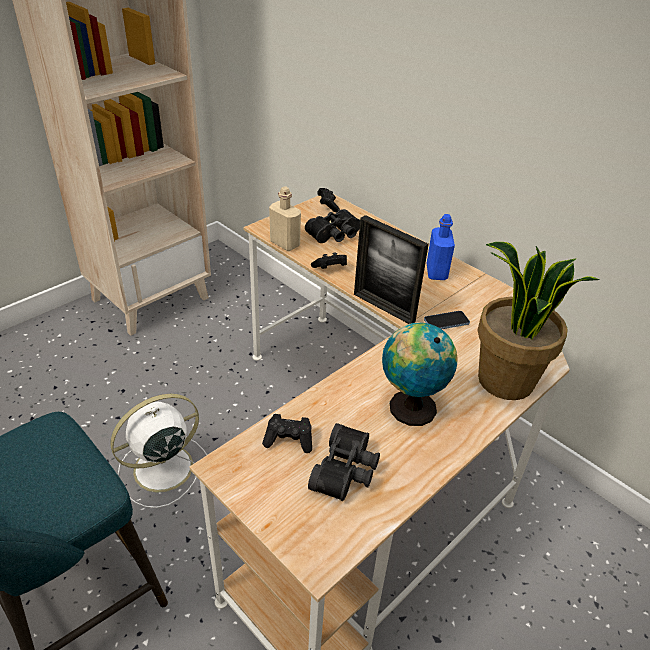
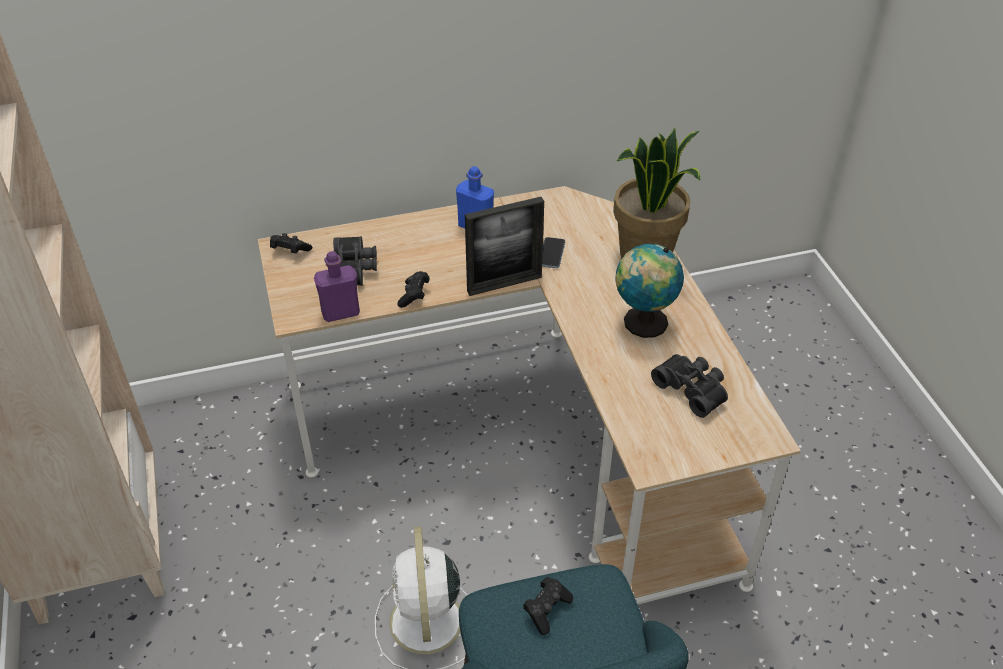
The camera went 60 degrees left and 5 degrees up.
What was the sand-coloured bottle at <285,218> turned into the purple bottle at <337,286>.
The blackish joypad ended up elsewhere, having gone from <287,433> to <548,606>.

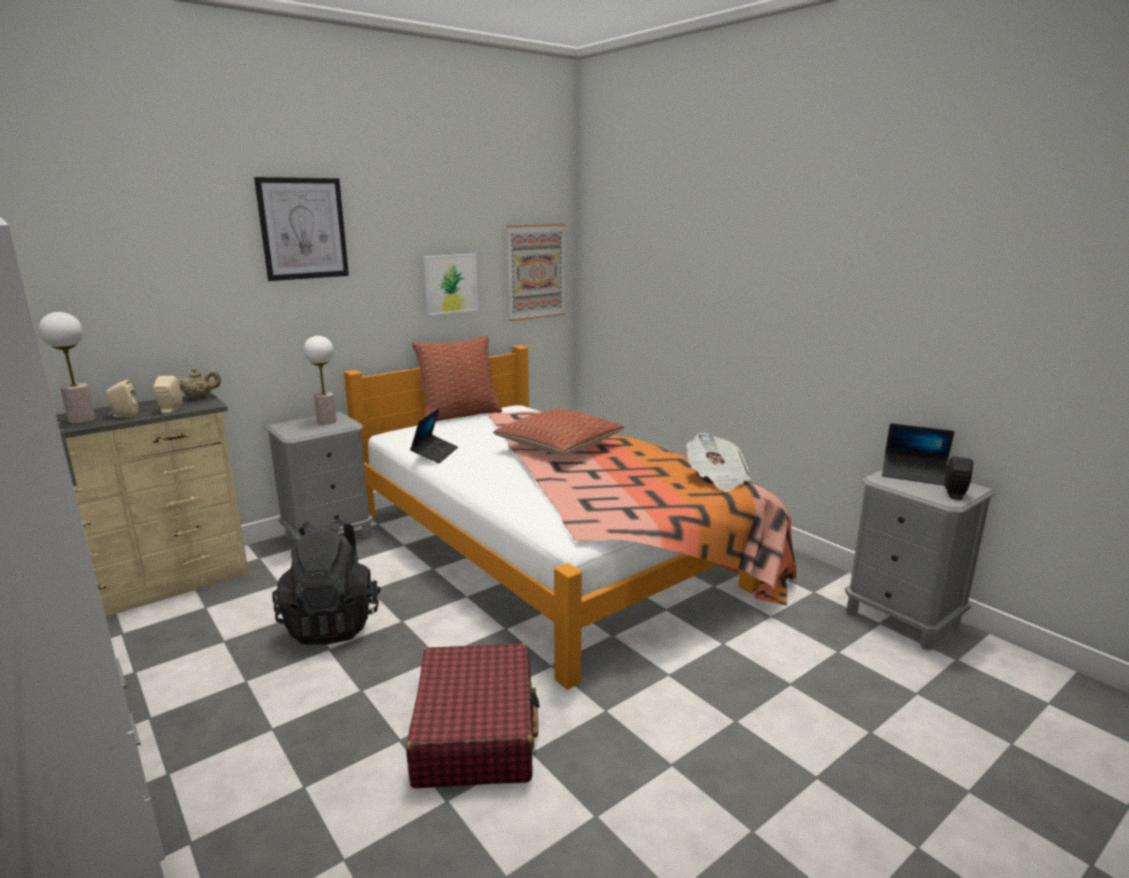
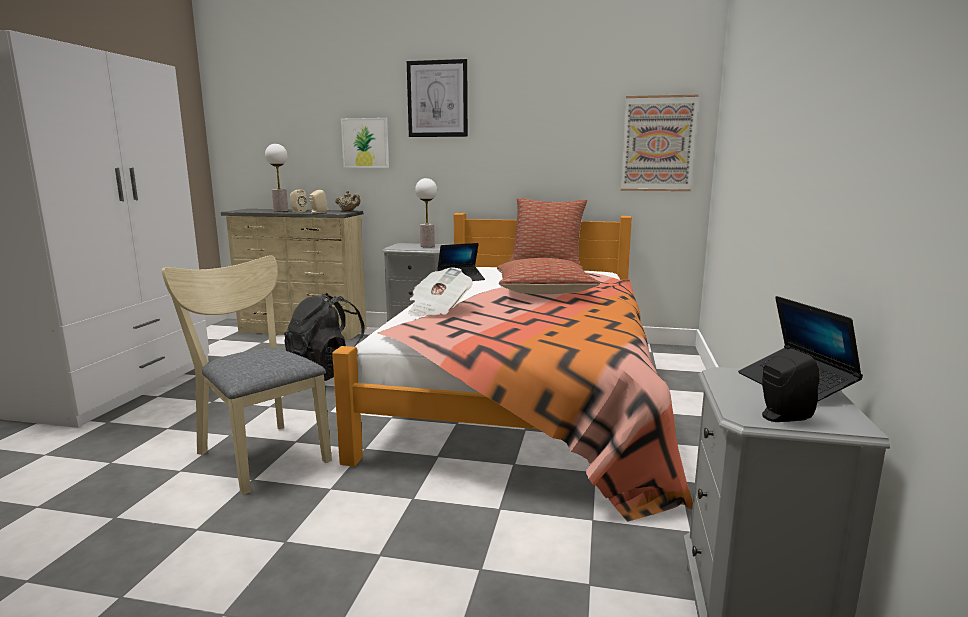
The camera went 50 degrees right and 5 degrees down.
The wall art ended up elsewhere, having gone from <450,285> to <365,143>.
The printed paper ended up elsewhere, having gone from <718,462> to <440,292>.
Where the red travel case stood at <473,715>, the sand-coloured upright chair came to stand at <247,375>.

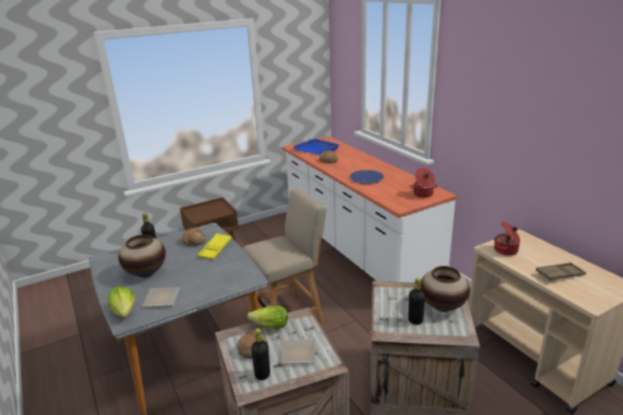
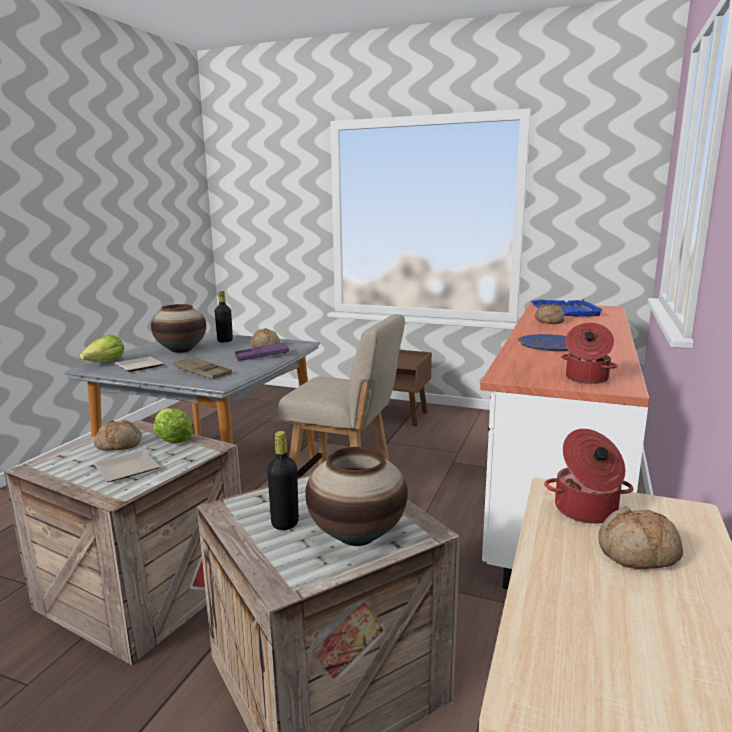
The camera went 50 degrees right and 10 degrees down.
What was the yellow-coloured serving tray at <215,246> turned into the purple serving tray at <261,351>.
The brownish serving tray ended up elsewhere, having gone from <561,272> to <203,368>.
The second view lost the blackish bottle at <260,354>.
The second view gained the baked bread at <640,537>.

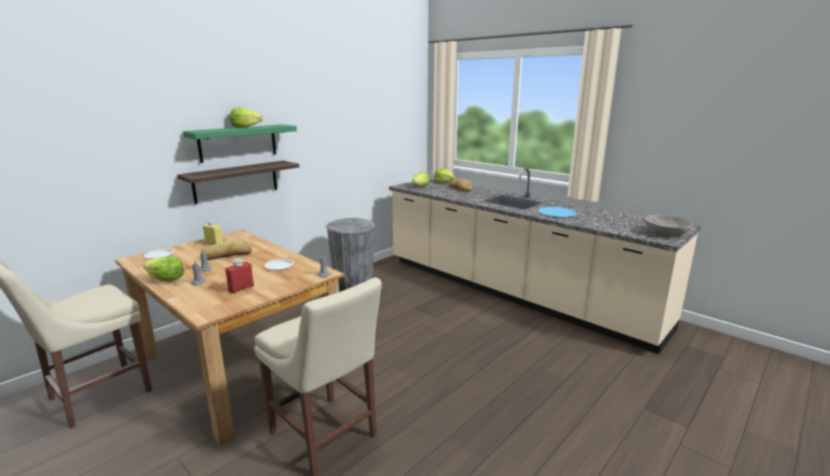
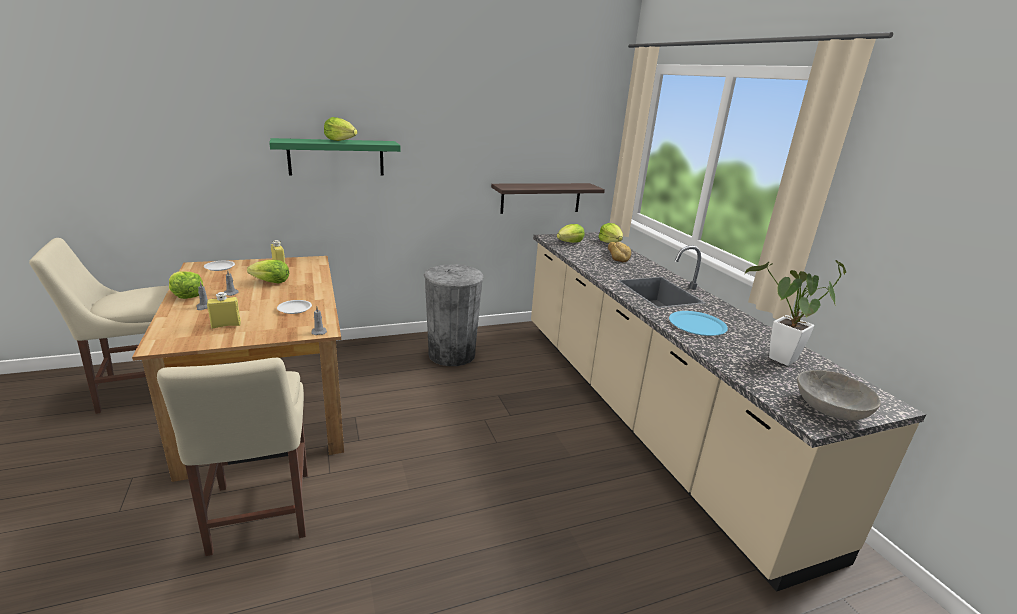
The camera went 25 degrees right and 5 degrees up.
The wall shelf ended up elsewhere, having gone from <238,182> to <548,198>.
Where the baked bread stood at <227,250>, the head of lettuce came to stand at <268,272>.
What was the red bottle at <239,276> turned into the yellow-coloured bottle at <224,310>.
The second view gained the potted plant at <795,313>.

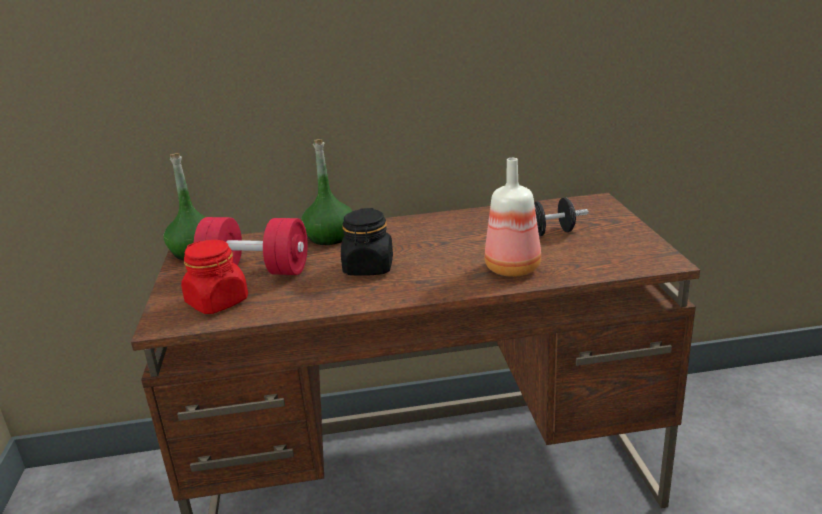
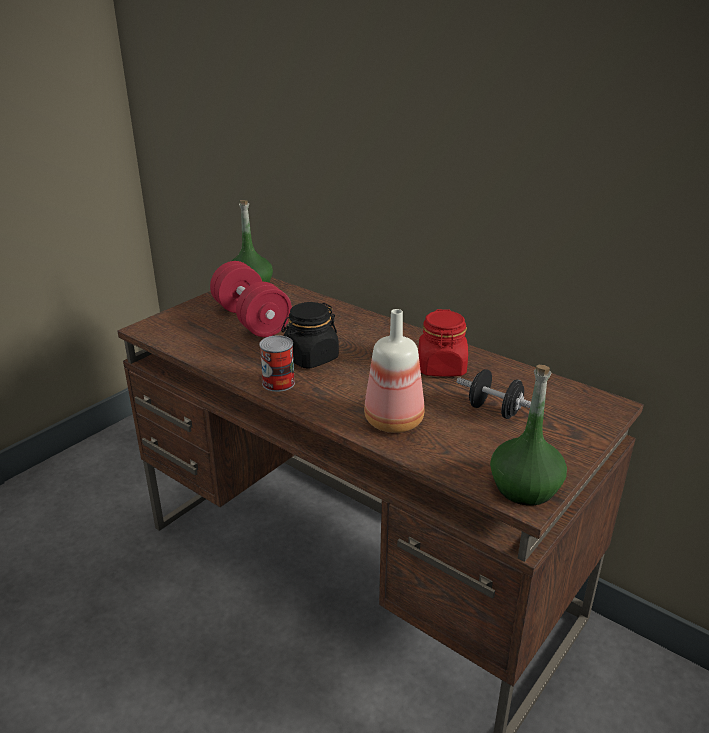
The camera went 45 degrees right and 5 degrees up.
The green-coloured bottle ended up elsewhere, having gone from <326,192> to <528,435>.
The red storage jar ended up elsewhere, having gone from <214,277> to <443,343>.
The second view gained the can at <277,363>.

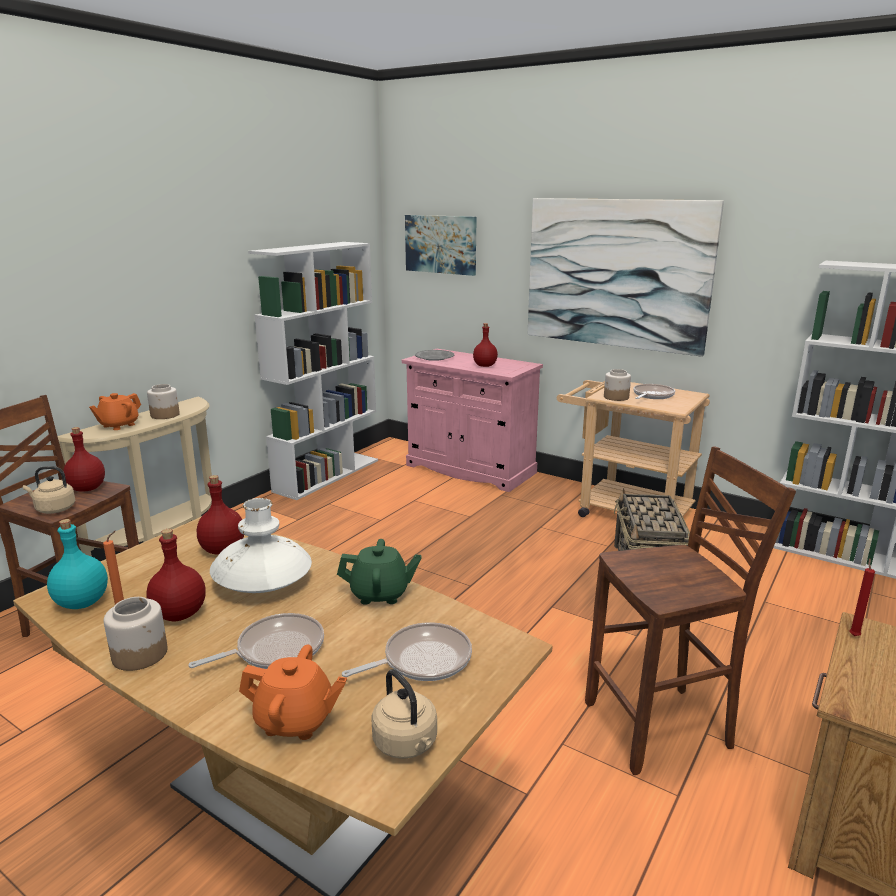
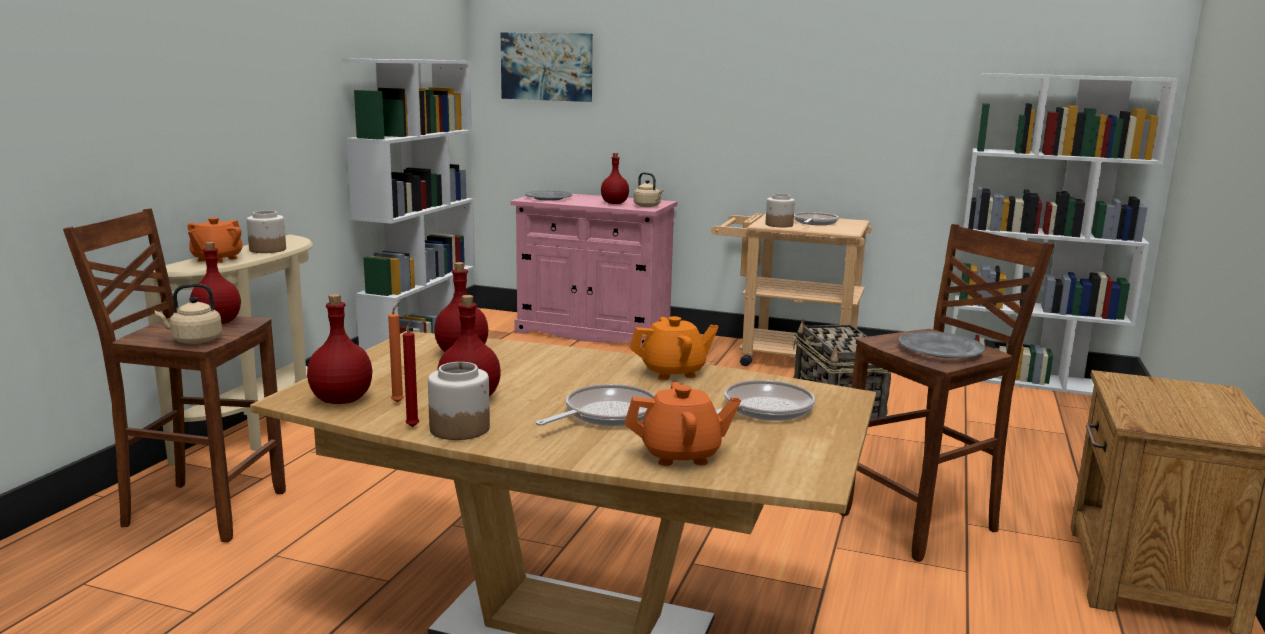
The camera went 15 degrees left and 5 degrees down.
The second view lost the wall art at <626,277>.
The second view lost the white decorative vase at <261,545>.
What was the turquoise-coloured bottle at <77,564> turned into the red bottle at <339,349>.
What was the green-coloured tea pot at <379,572> turned into the orange tea pot at <674,348>.
The red wax candle ended up elsewhere, having gone from <862,597> to <411,373>.
The sand-coloured tea kettle ended up elsewhere, having gone from <404,714> to <649,189>.
The second view gained the greyish plate at <942,344>.

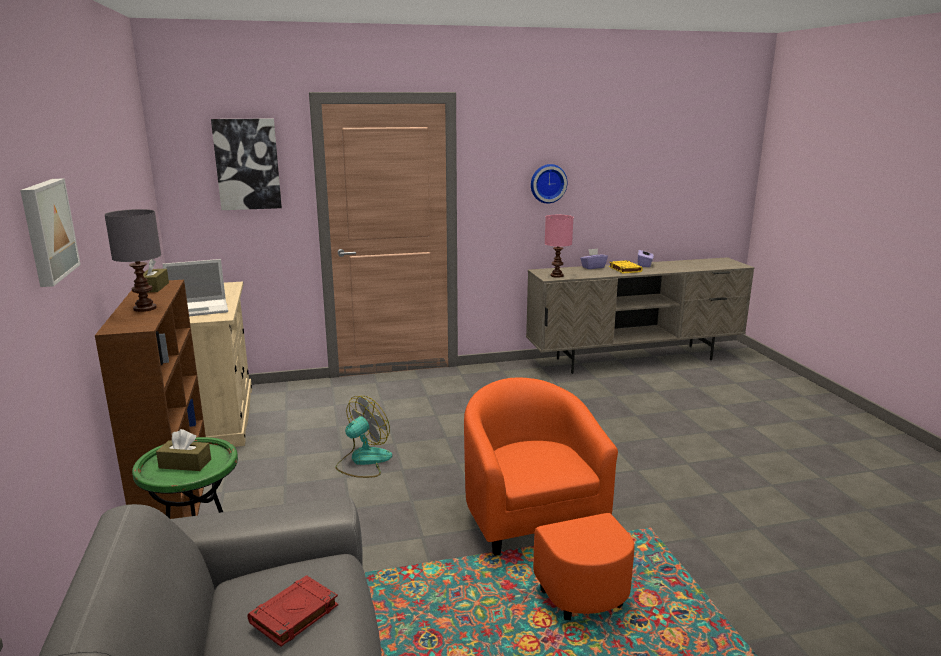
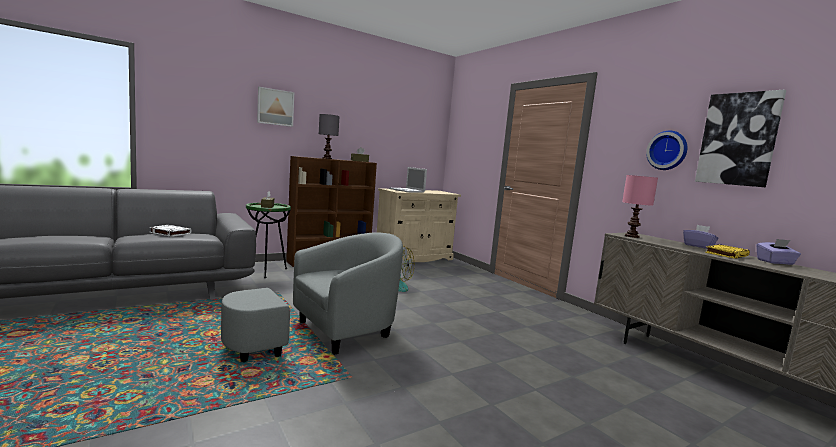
The camera went 70 degrees right and 10 degrees down.
The wall art ended up elsewhere, having gone from <246,164> to <740,138>.
What was the orange armchair at <549,498> turned into the greyish armchair at <312,297>.
What was the red bound book at <293,611> turned into the white bound book at <170,231>.

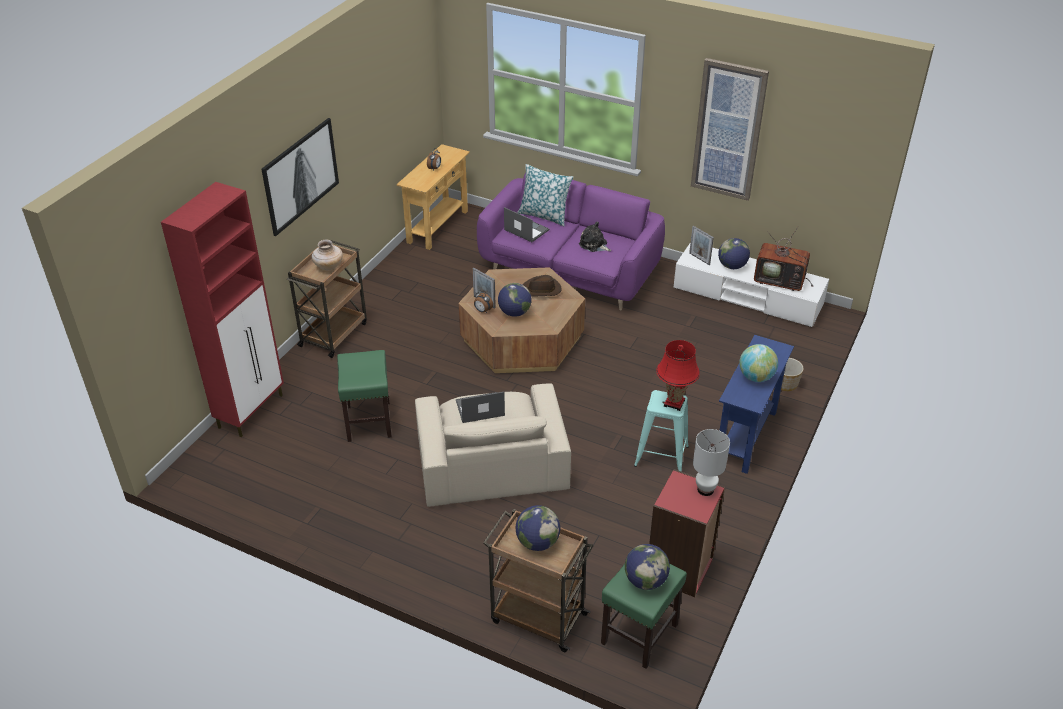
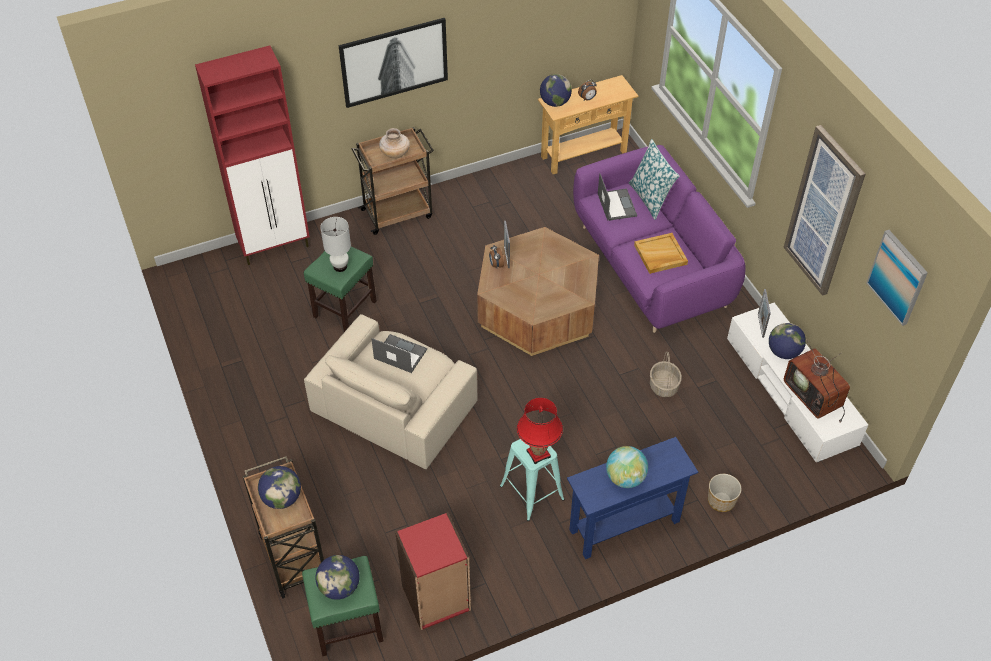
The camera went 40 degrees right and 10 degrees up.
Where the soft toy stood at <595,236>, the sand-coloured serving tray came to stand at <661,253>.
The second view lost the brownish clothing hat at <542,286>.
The globe ended up elsewhere, having gone from <515,300> to <556,90>.
The white table lamp ended up elsewhere, having gone from <711,462> to <335,244>.
The second view gained the wall art at <897,278>.
The second view gained the basket at <666,374>.

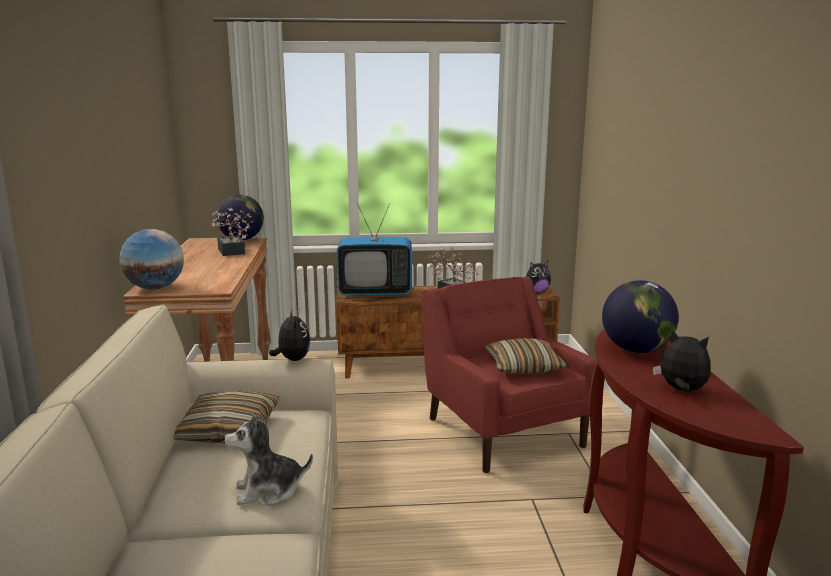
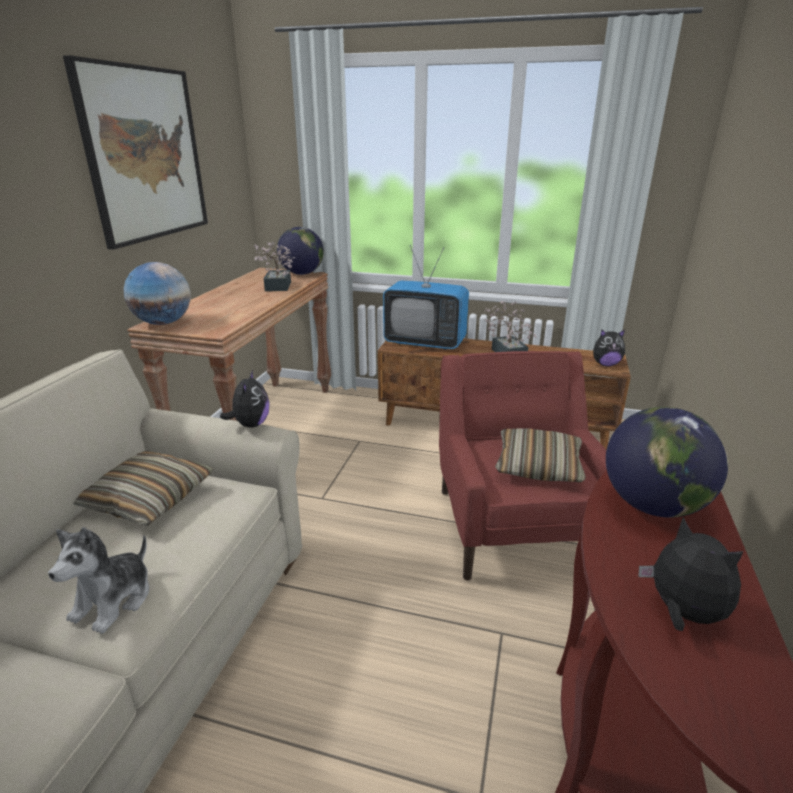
The camera went 20 degrees right and 10 degrees up.
The soft toy at <268,459> ended up facing another way, 75 degrees counterclockwise from before.
The second view gained the wall art at <135,152>.

